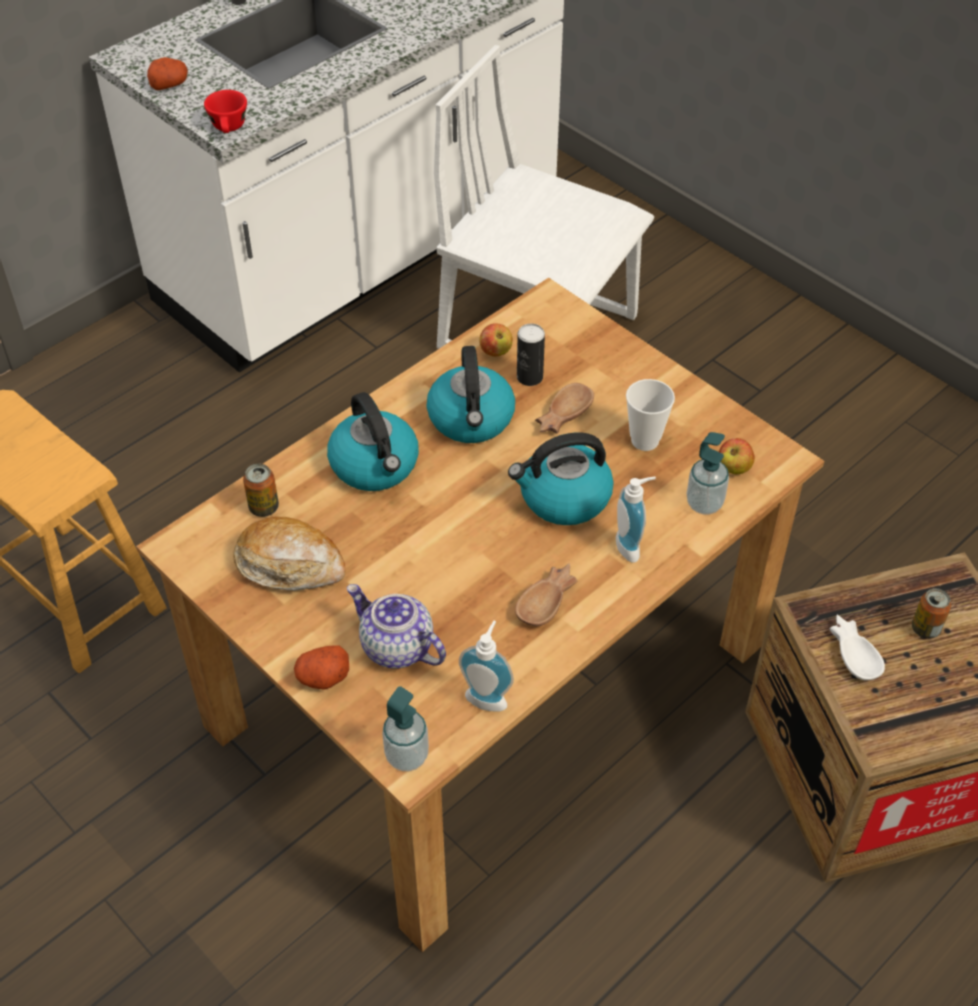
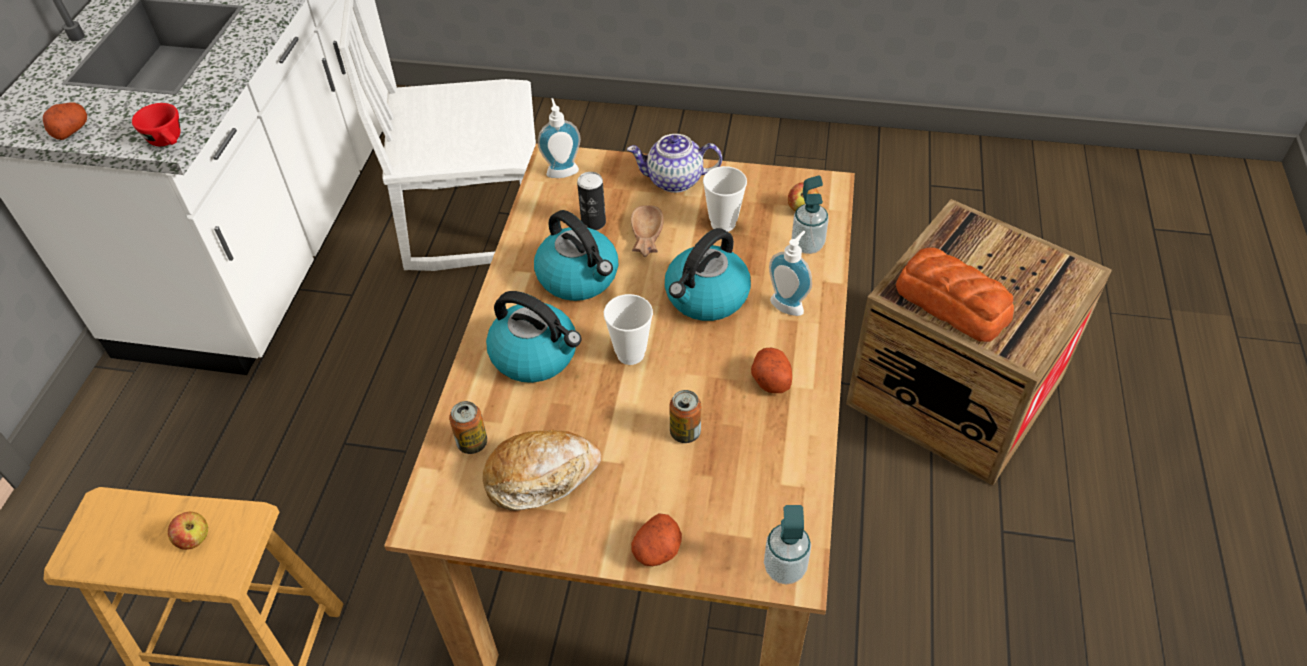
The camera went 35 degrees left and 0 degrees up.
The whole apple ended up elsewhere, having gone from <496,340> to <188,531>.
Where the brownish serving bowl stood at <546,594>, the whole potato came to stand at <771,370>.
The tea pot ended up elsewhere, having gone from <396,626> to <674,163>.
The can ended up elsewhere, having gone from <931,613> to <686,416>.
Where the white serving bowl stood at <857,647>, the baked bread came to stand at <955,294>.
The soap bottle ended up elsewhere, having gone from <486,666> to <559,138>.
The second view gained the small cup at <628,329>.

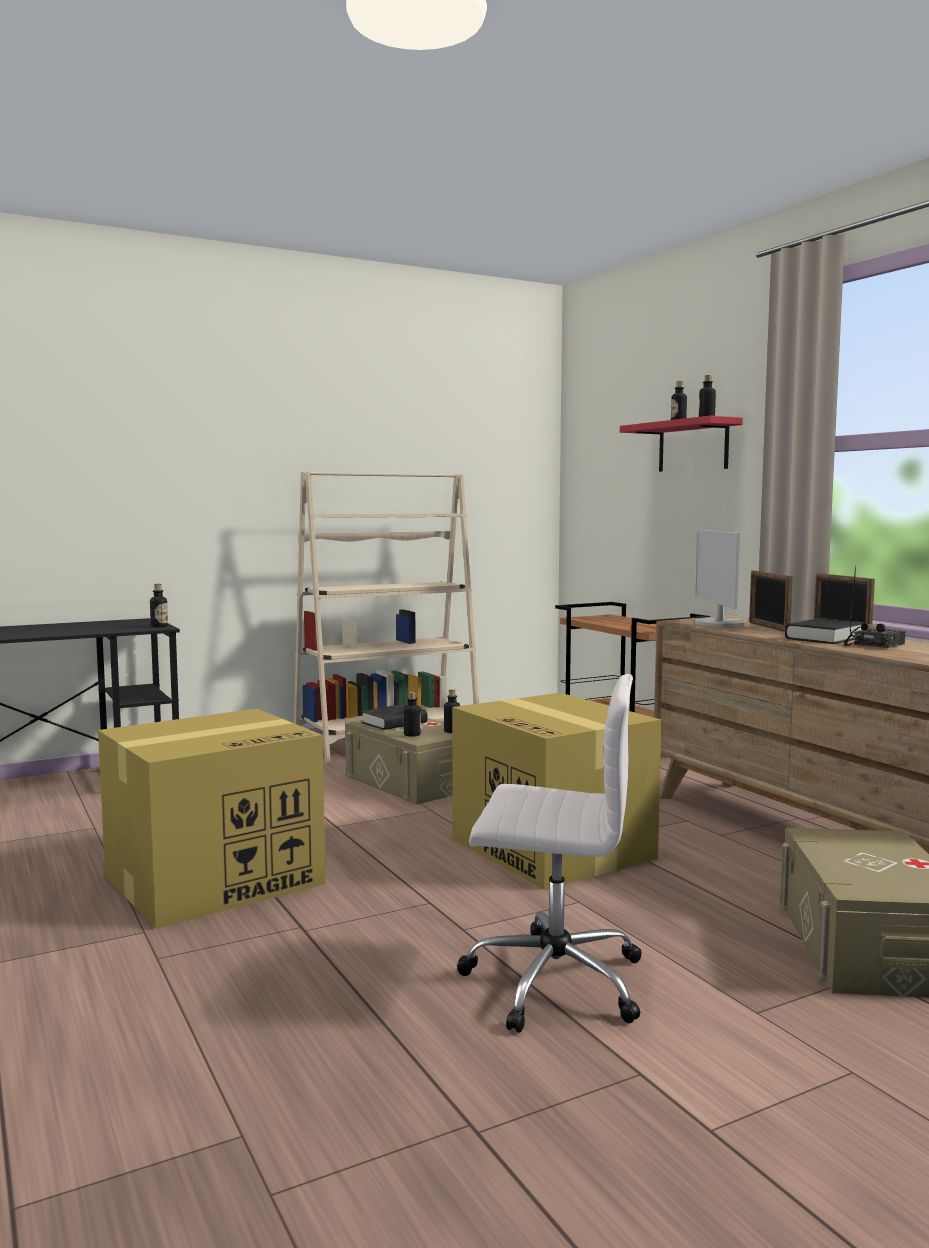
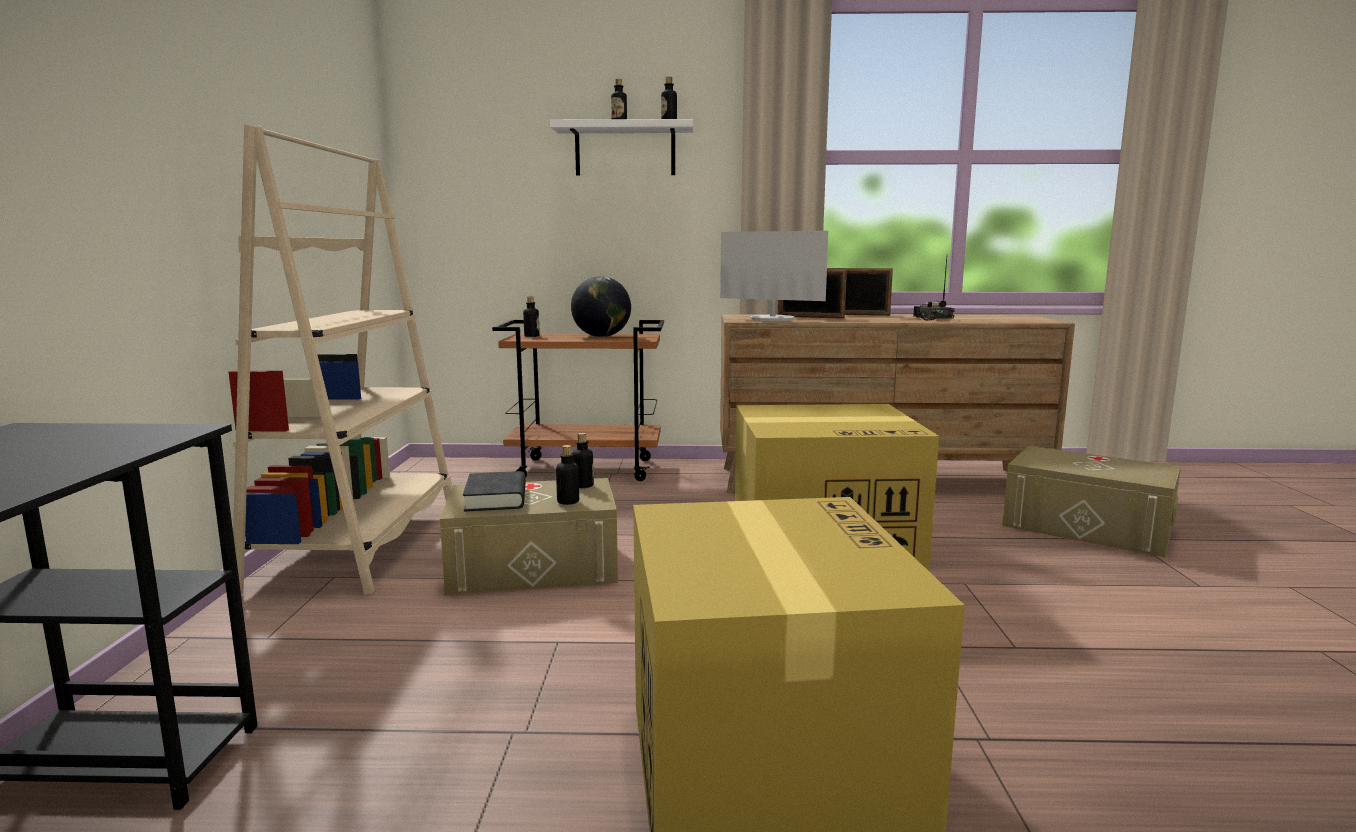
The camera went 60 degrees left and 5 degrees up.
What was the red wall shelf at <681,444> turned into the white wall shelf at <621,147>.
The bottle ended up elsewhere, having gone from <159,605> to <531,316>.
The second view lost the blackish bound book at <824,631>.
The second view lost the white desk chair at <549,853>.
The second view gained the globe at <601,306>.

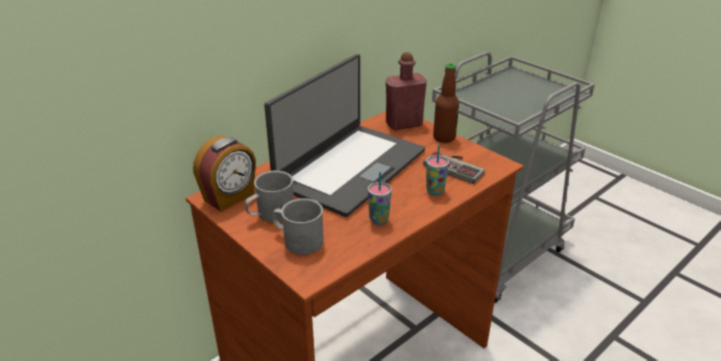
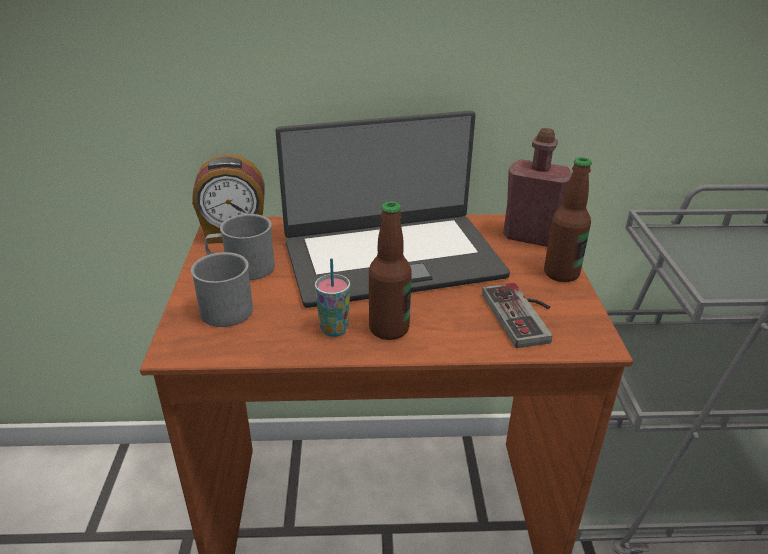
The camera went 40 degrees right and 0 degrees up.
The second view lost the small cup at <437,170>.
The second view gained the bottle at <390,270>.

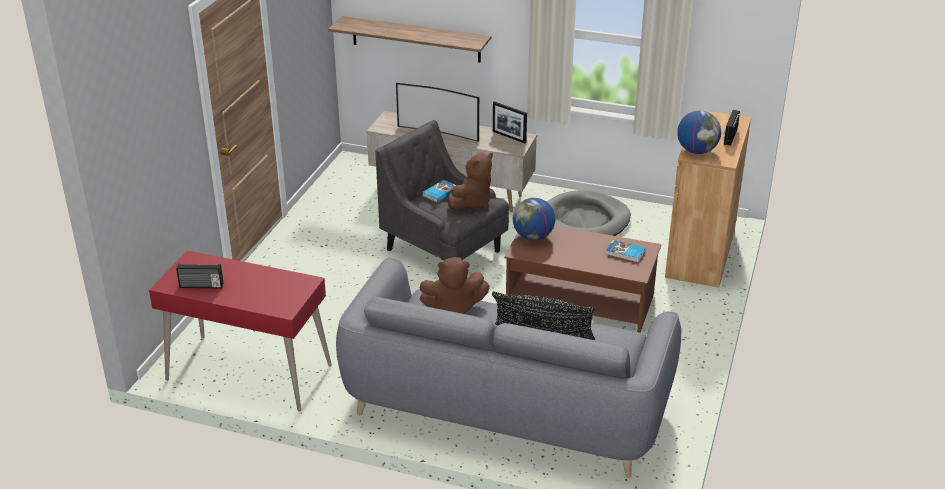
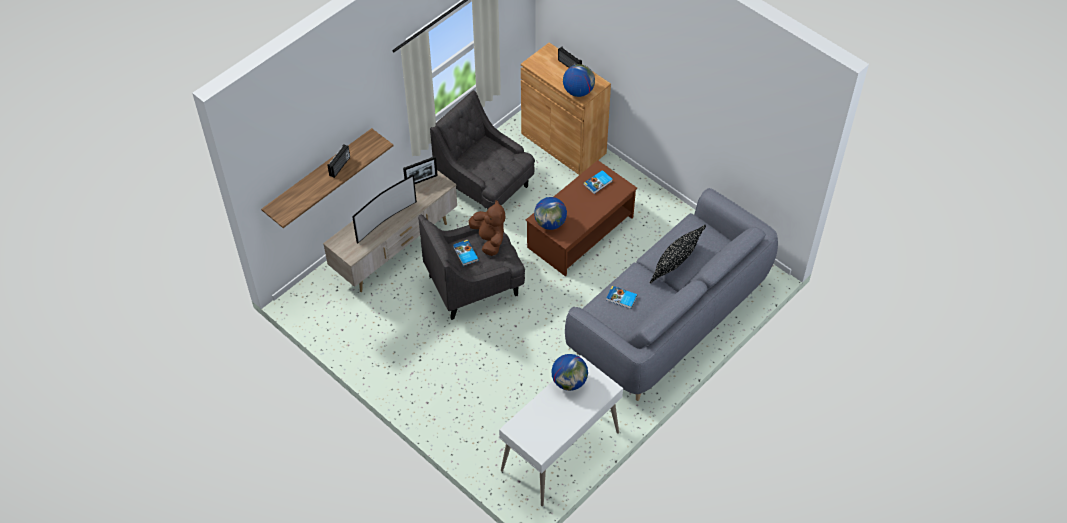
The camera went 65 degrees left and 20 degrees up.
Where the greyish dog bed stood at <589,213>, the greyish armchair came to stand at <482,149>.
What was the red desk table at <240,331> turned into the white desk table at <561,431>.
Where the brownish soft toy stood at <455,285>, the bound book came to stand at <621,297>.
The radio set ended up elsewhere, having gone from <200,275> to <338,161>.
The second view gained the globe at <569,372>.

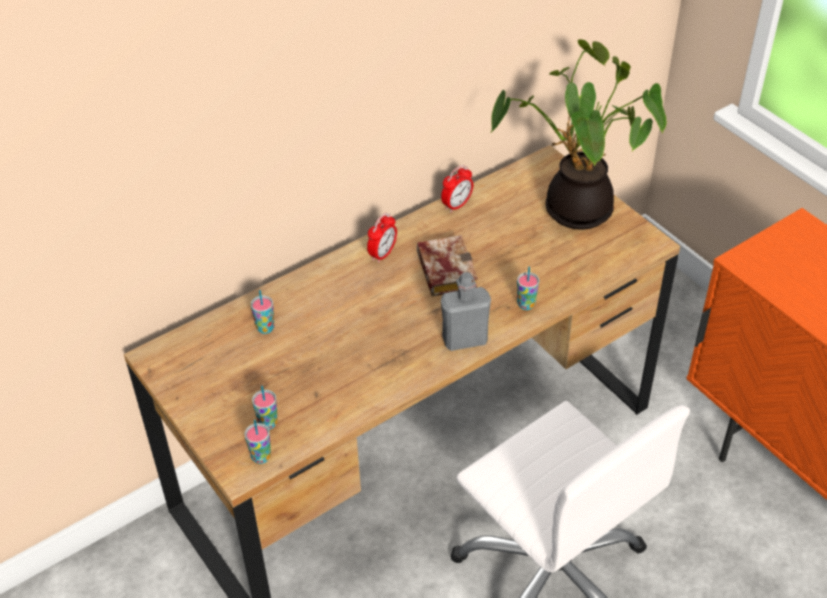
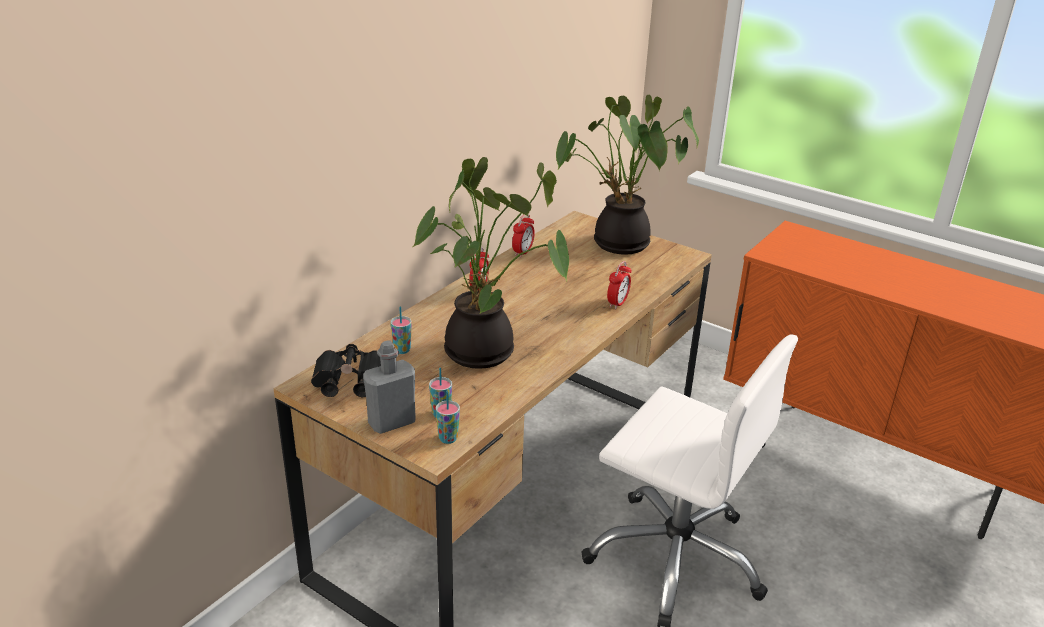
The camera went 20 degrees left and 15 degrees down.
The second view lost the bound book at <447,266>.
Where the small cup stood at <528,288>, the alarm clock came to stand at <619,285>.
The greyish bottle ended up elsewhere, having gone from <466,311> to <389,387>.
The second view gained the potted plant at <491,263>.
The second view gained the blackish pair of binoculars at <346,370>.

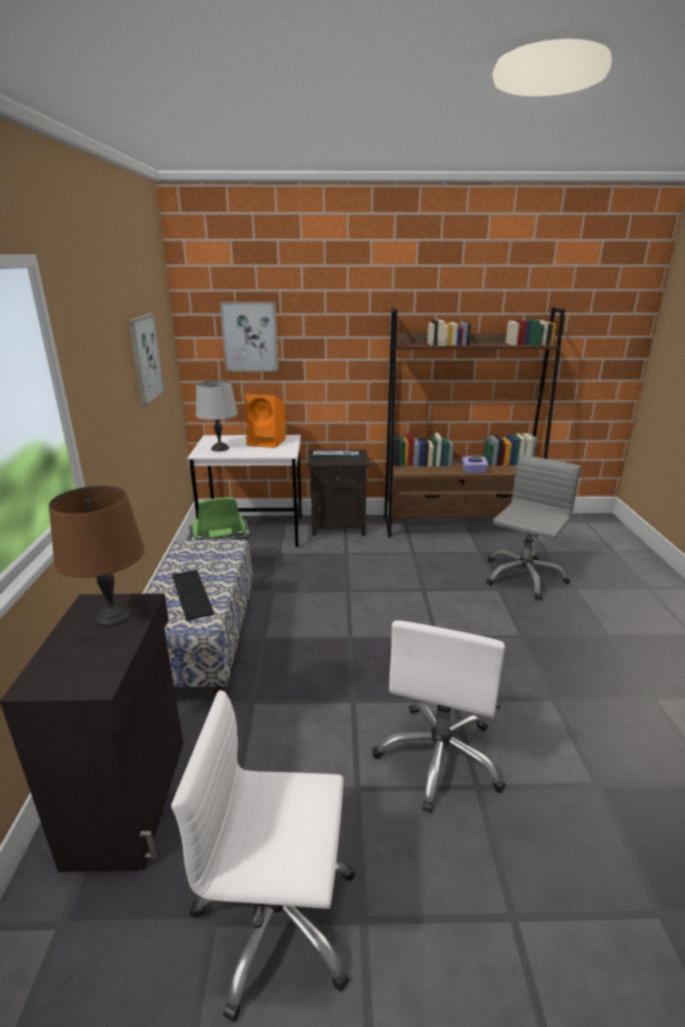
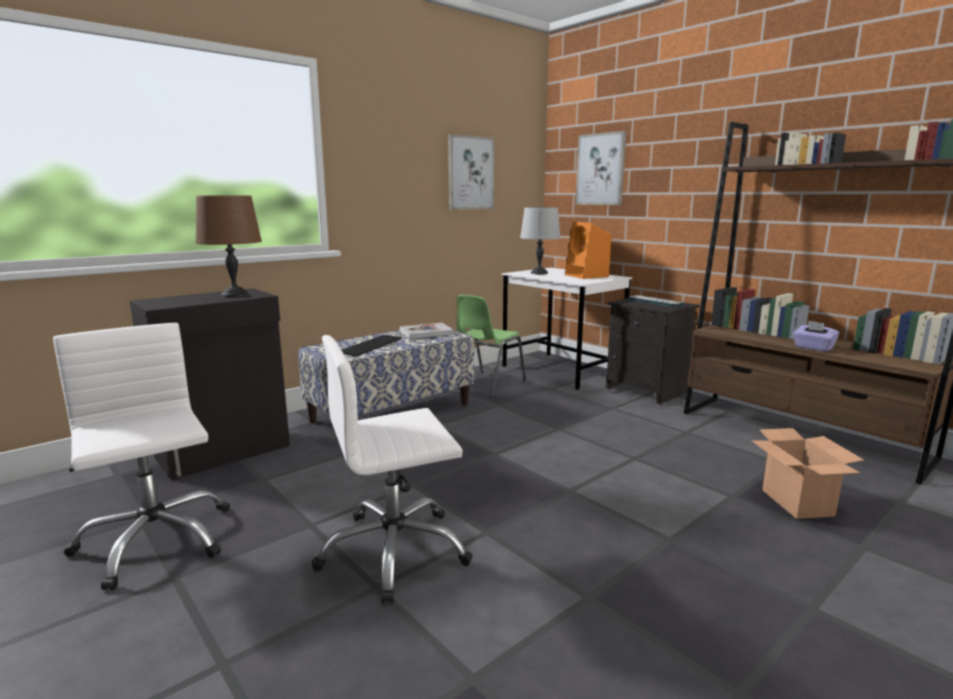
The camera went 50 degrees right and 10 degrees down.
Where the greyish desk chair stood at <533,527>, the carton came to stand at <808,473>.
The second view gained the bound book at <427,331>.

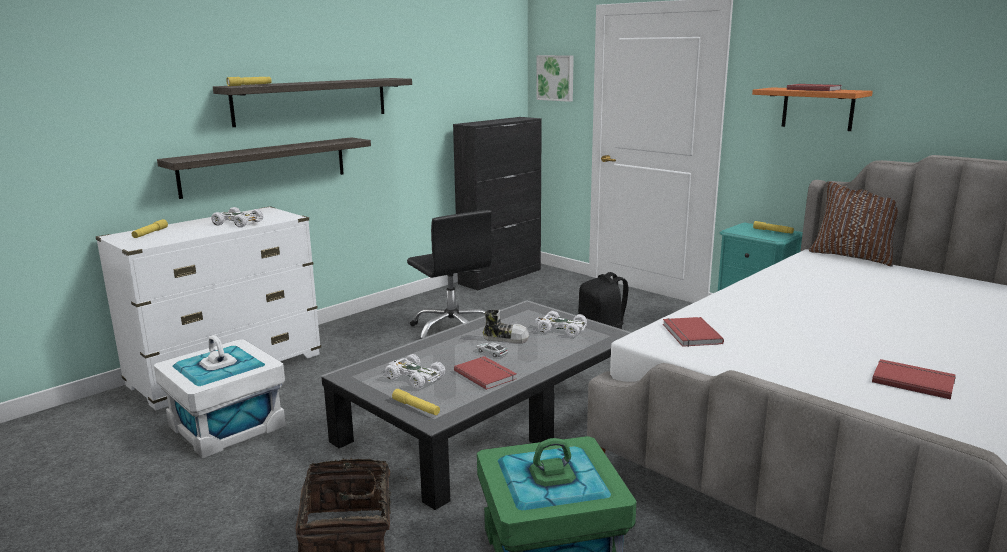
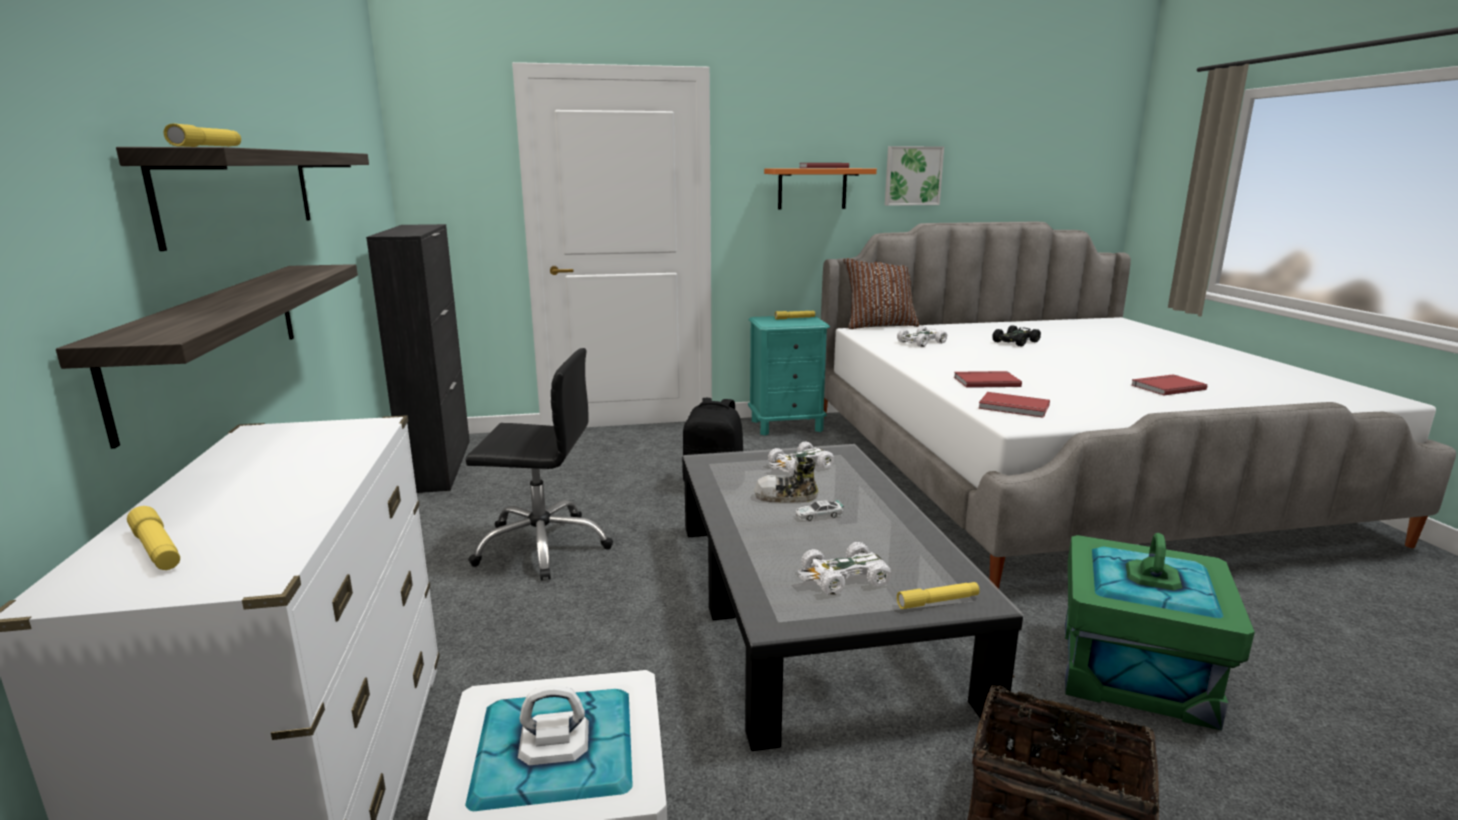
The camera went 55 degrees left and 0 degrees up.
The wall art ended up elsewhere, having gone from <555,78> to <914,176>.
The white toy car ended up elsewhere, having gone from <237,217> to <922,336>.
The item of footwear at <506,327> ended up facing another way, 135 degrees counterclockwise from before.
The red bound book ended up elsewhere, having gone from <485,373> to <988,379>.
The second view gained the blackish toy car at <1016,336>.

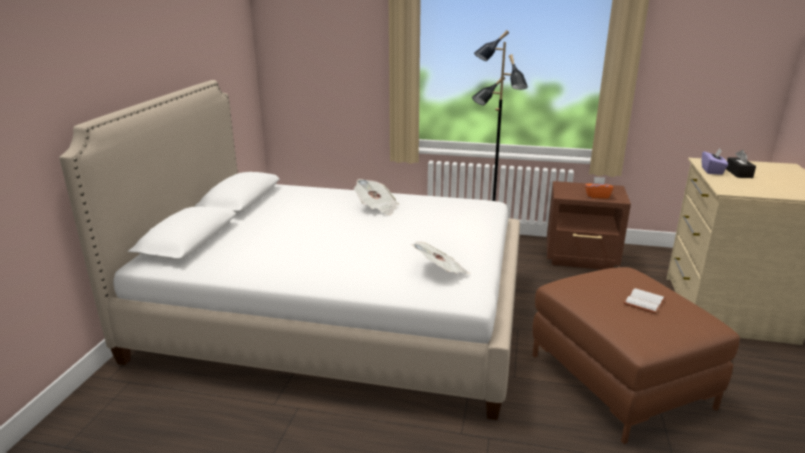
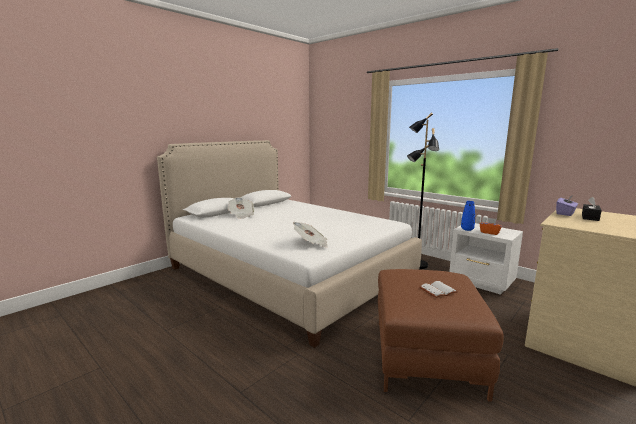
The camera went 30 degrees right and 10 degrees down.
The printed paper ended up elsewhere, having gone from <376,197> to <240,208>.
What was the brownish nightstand at <589,225> turned into the white nightstand at <486,259>.
The second view gained the bluish decorative vase at <468,216>.

